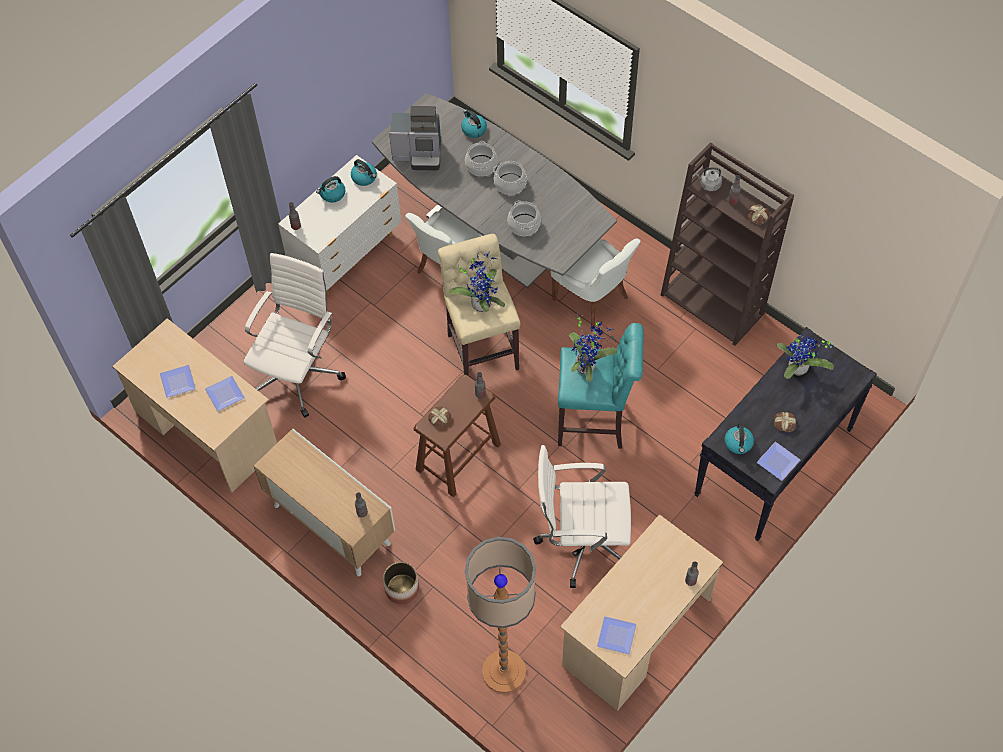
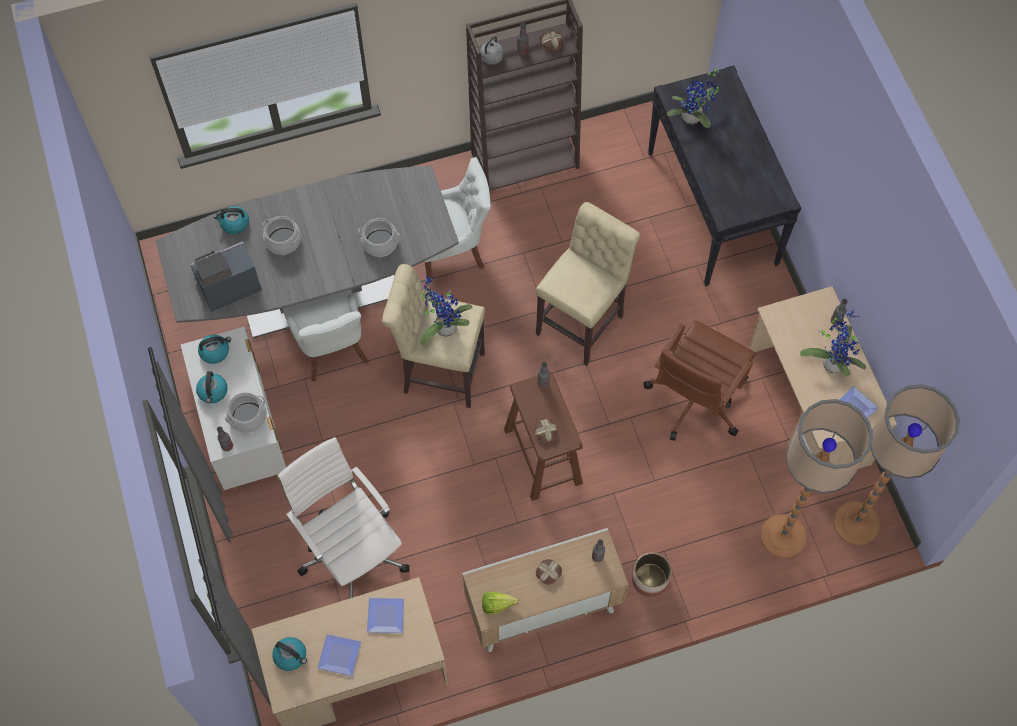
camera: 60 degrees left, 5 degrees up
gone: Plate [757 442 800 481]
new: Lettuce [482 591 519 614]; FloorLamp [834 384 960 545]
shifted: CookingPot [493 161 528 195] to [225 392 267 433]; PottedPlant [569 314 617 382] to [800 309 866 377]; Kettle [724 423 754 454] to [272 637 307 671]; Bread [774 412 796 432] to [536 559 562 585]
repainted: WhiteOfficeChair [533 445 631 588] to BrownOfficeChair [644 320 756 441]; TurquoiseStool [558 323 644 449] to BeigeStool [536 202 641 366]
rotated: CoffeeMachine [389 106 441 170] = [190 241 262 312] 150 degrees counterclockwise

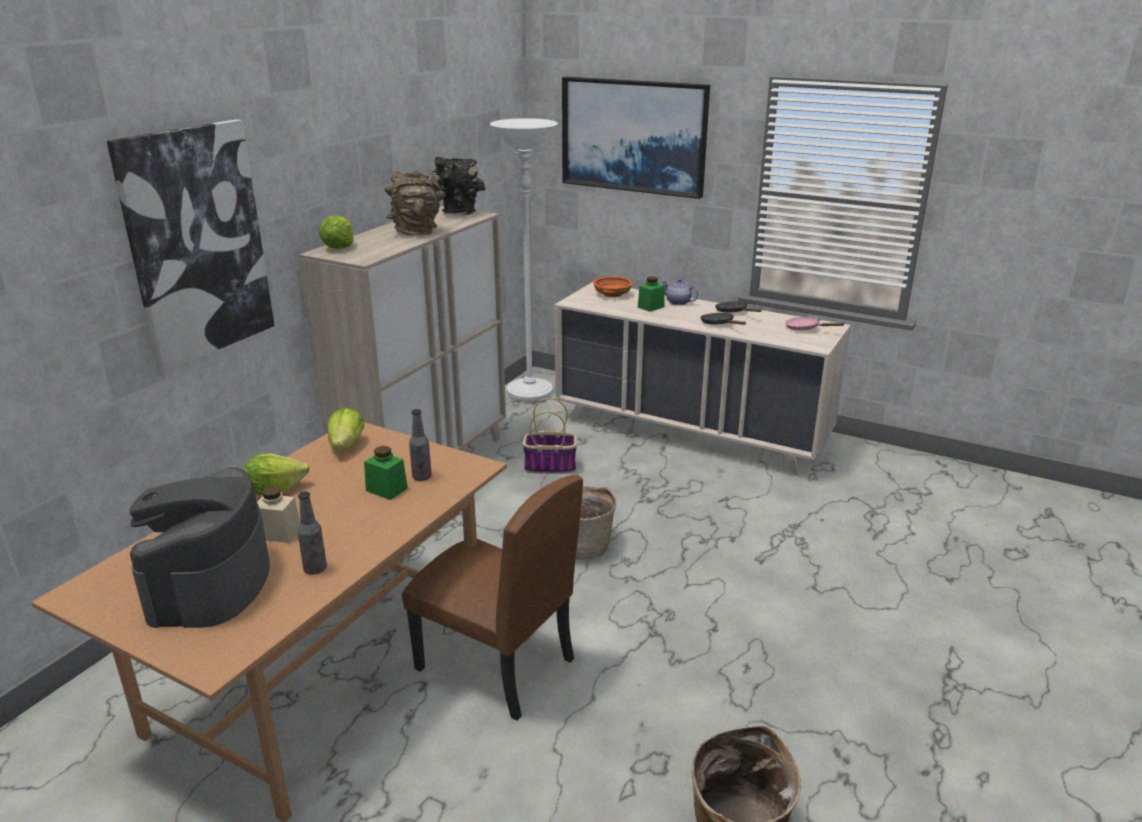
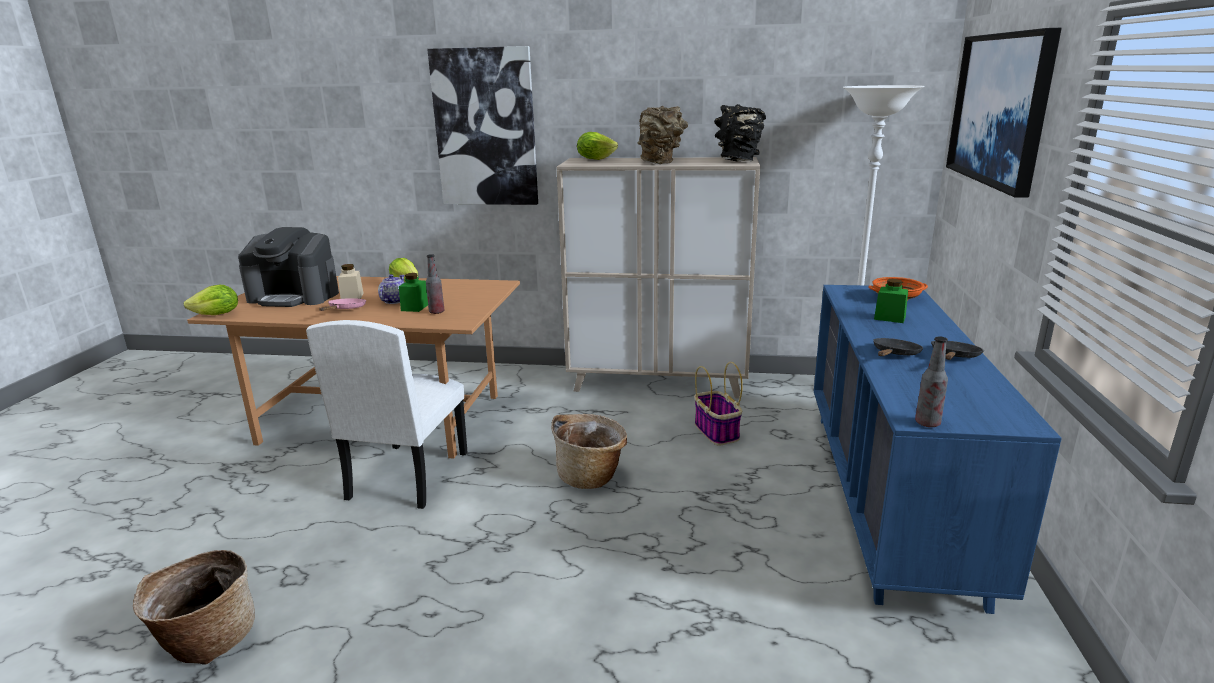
camera: 70 degrees right, 5 degrees down
shifted: Bottle [297 492 327 575] to [915 336 948 427]; Lettuce [328 408 364 451] to [184 285 238 315]; Teapot [661 279 699 305] to [378 274 405 304]; PinkFryingPan [785 317 845 331] to [319 298 366 311]
repainted: BrownChair [402 475 583 721] to WhiteChair [306 320 467 509]; BeigeDresser [555 282 851 476] to BlueDresser [814 285 1062 614]
rotated: CoffeeMachine [129 467 270 628] = [238 227 339 307] 150 degrees counterclockwise

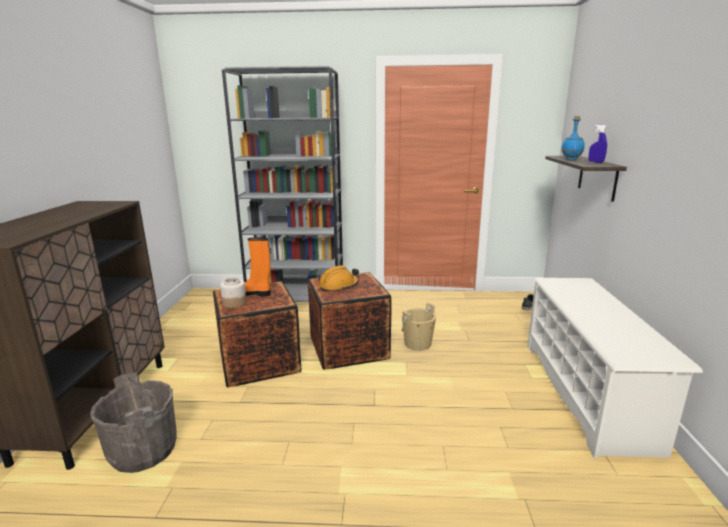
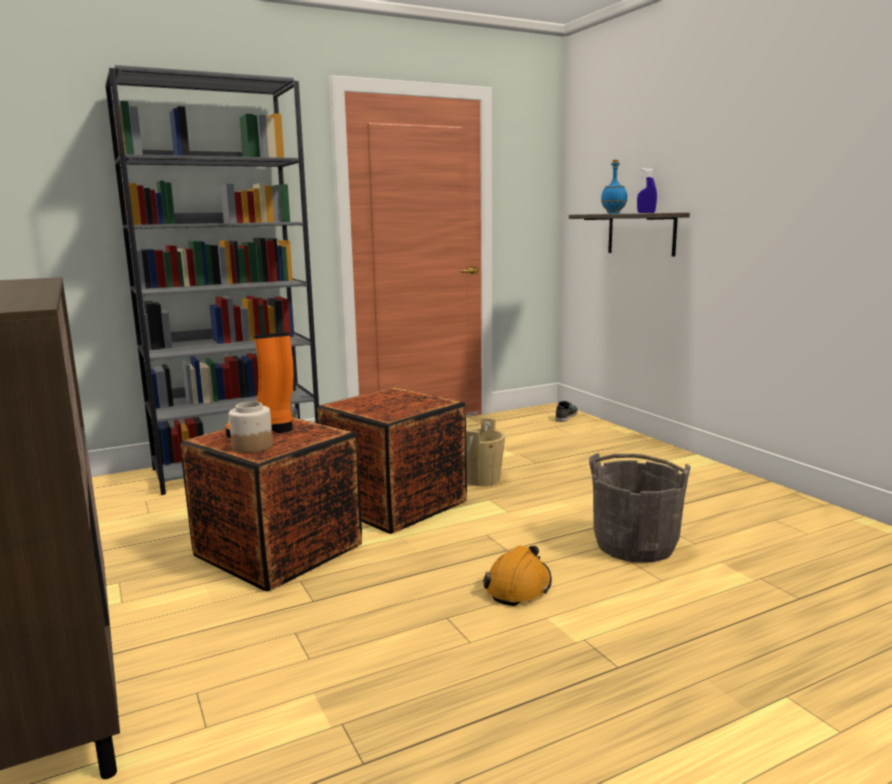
camera: 30 degrees left, 5 degrees down
gone: WhiteShoeRack [527 278 703 458]
shifted: GreyBucket [91 372 177 473] to [589 453 691 563]; OrangeHardHat [318 265 359 292] to [483 546 552 606]

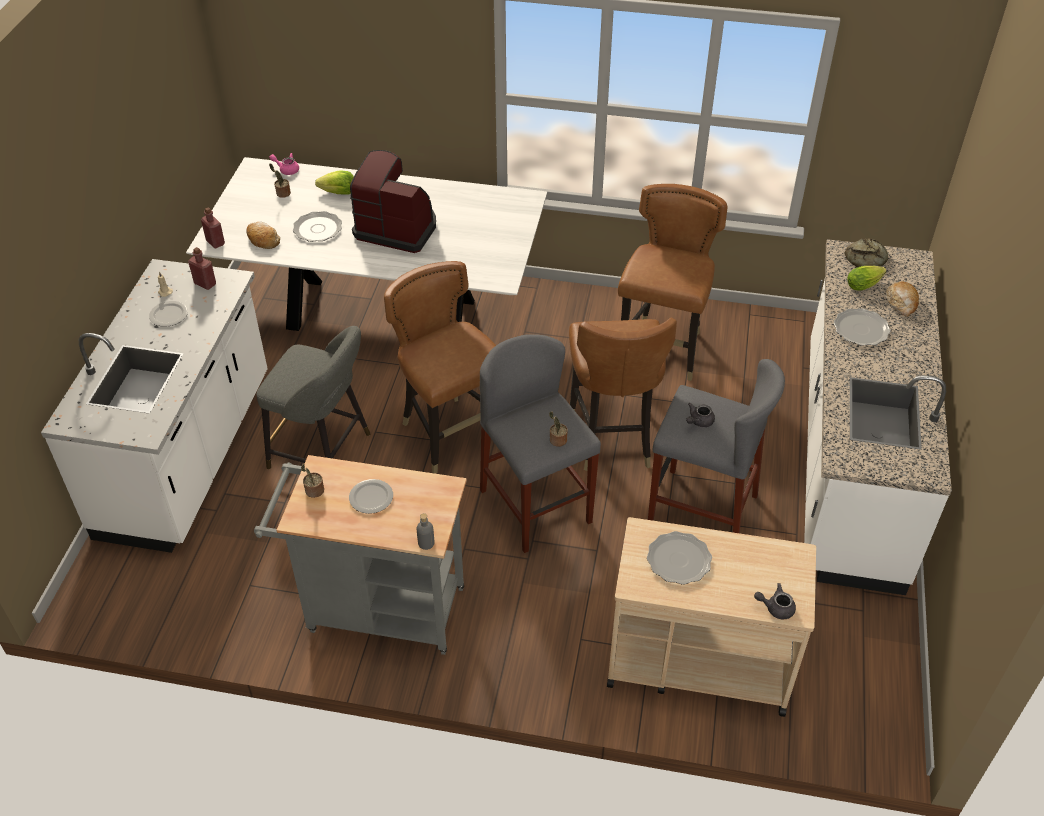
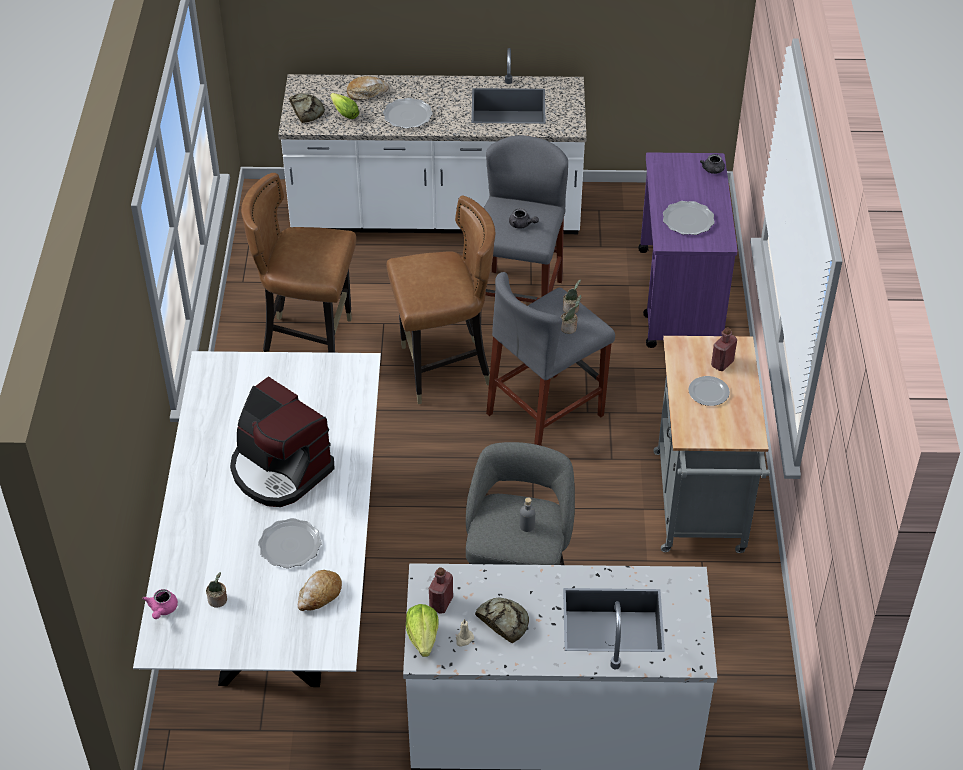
camera: 100 degrees left, 0 degrees up
gone: BrownChair [384 261 496 474]
shifted: RedBottle [201 207 225 248] to [711 327 737 371]; PottedPlant [301 464 324 498] to [561 295 581 334]; Lettuce [315 171 354 195] to [406 604 439 657]; GreyBottle [416 513 435 550] to [520 498 535 532]
swapped: Plate [149 301 188 327] to Bread [475 598 529 643]
repainted: BeigeCart [607 517 816 717] to PurpleCart [638 152 738 348]
rotated: CoffeeMachine [350 150 436 253] = [230 376 334 507] 60 degrees counterclockwise

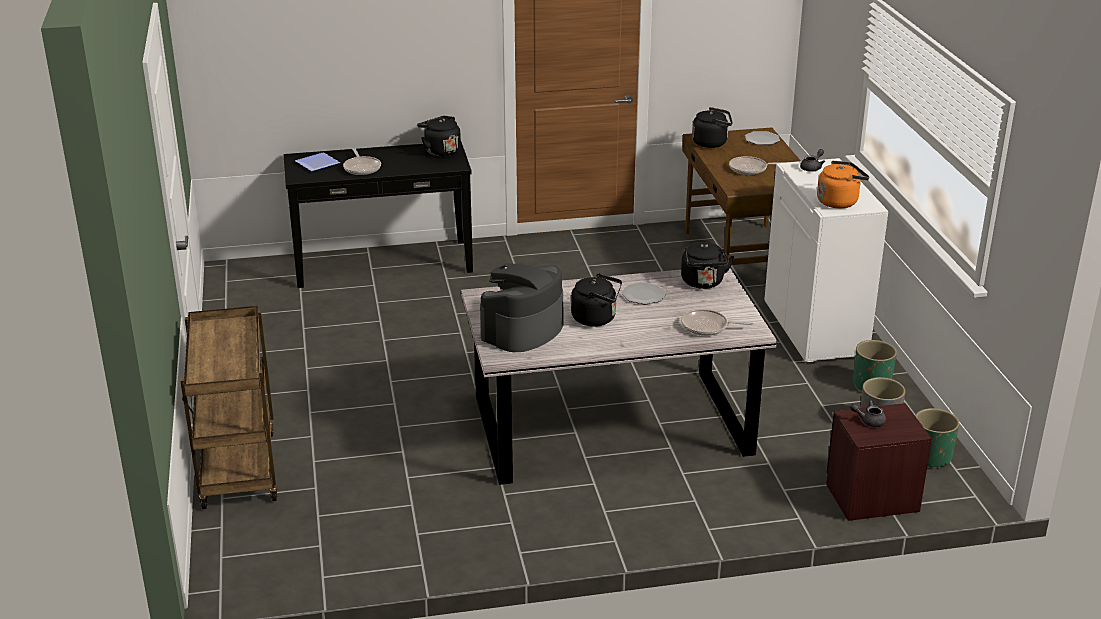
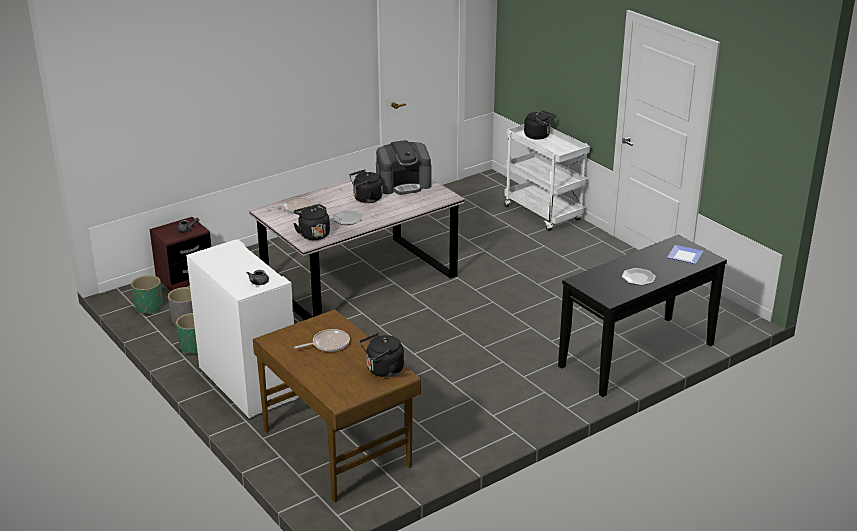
camera: 155 degrees right, 0 degrees up
gone: FryingPan [343 148 381 175]; OrangeKettle [817 160 869 208]
shifted: BlackKettle [417 116 461 157] to [524 110 555 140]; Plate [745 131 780 145] to [622 268 656 285]
repainted: BrownCart [180 306 278 509] to WhiteCart [504 124 590 231]
rotated: CoffeeMachine [480 263 564 352] = [376 140 431 195] 60 degrees clockwise

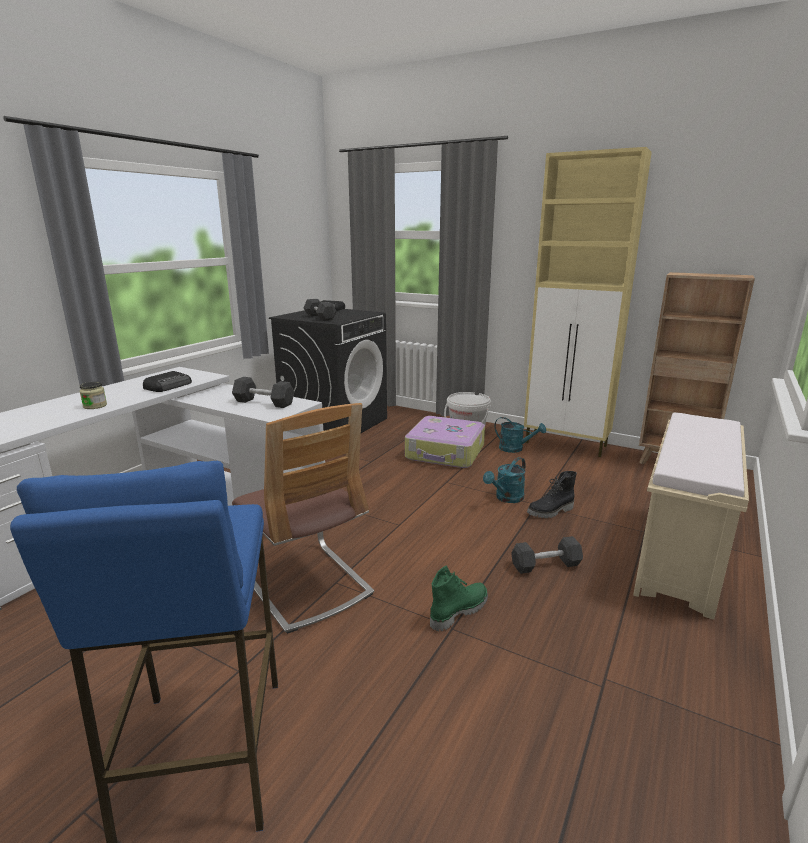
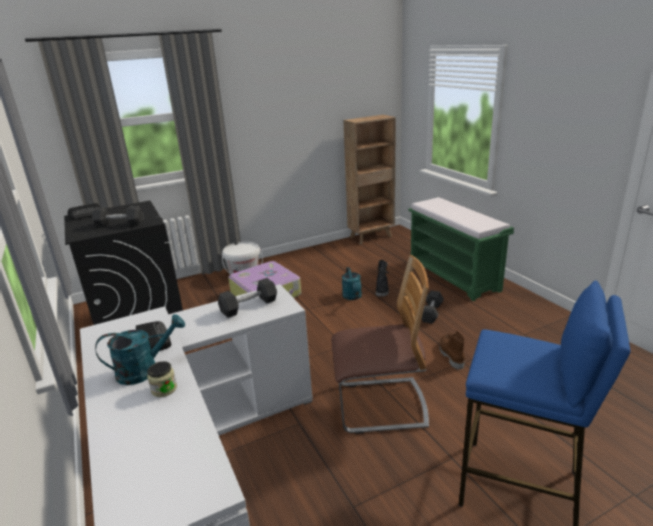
camera: 55 degrees left, 5 degrees up
gone: BeigeCabinet [524 147 652 457]
shifted: TurquoiseWateringCan [494 417 546 453] to [95 314 185 385]
repainted: GreenBoot [430 566 488 631] to BrownBoot [440 331 465 369]; BeigeBench [633 412 749 620] to GreenBench [408 197 514 301]

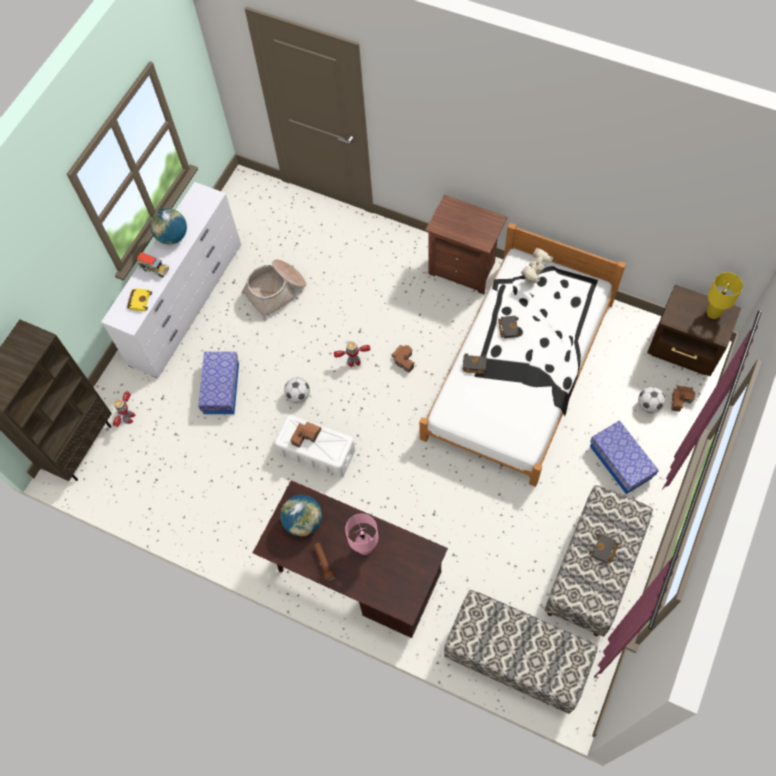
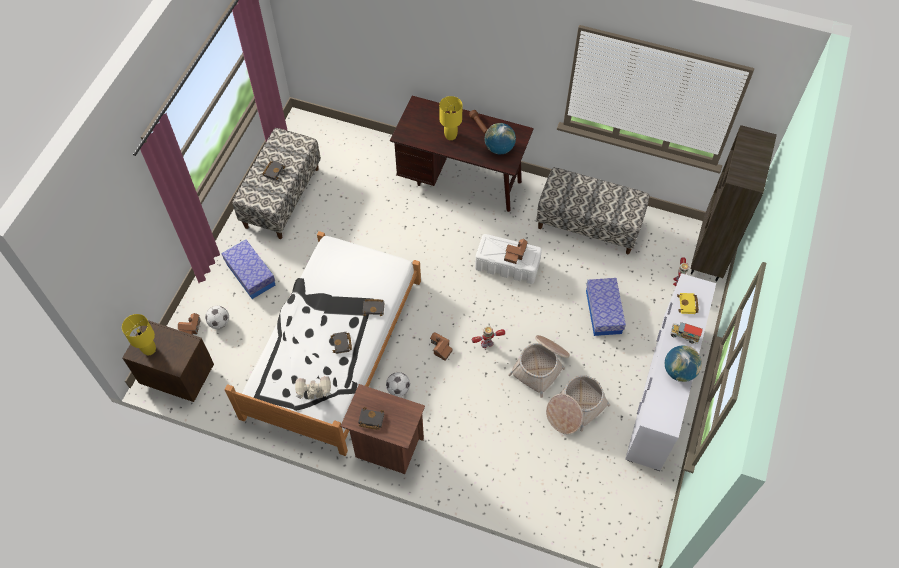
camera: 170 degrees right, 5 degrees down
new: BlackBook [358 407 384 430]; Basket [508 335 570 398]
shifted: Football [284 378 310 403] to [386 372 410 397]; Bench [444 590 598 714] to [536 167 649 254]
repainted: PinkTableLamp [345 514 378 555] to YellowTableLamp [439 96 462 140]
rotated: ToyRobot [521 248 553 284] = [295 376 331 399] 120 degrees counterclockwise

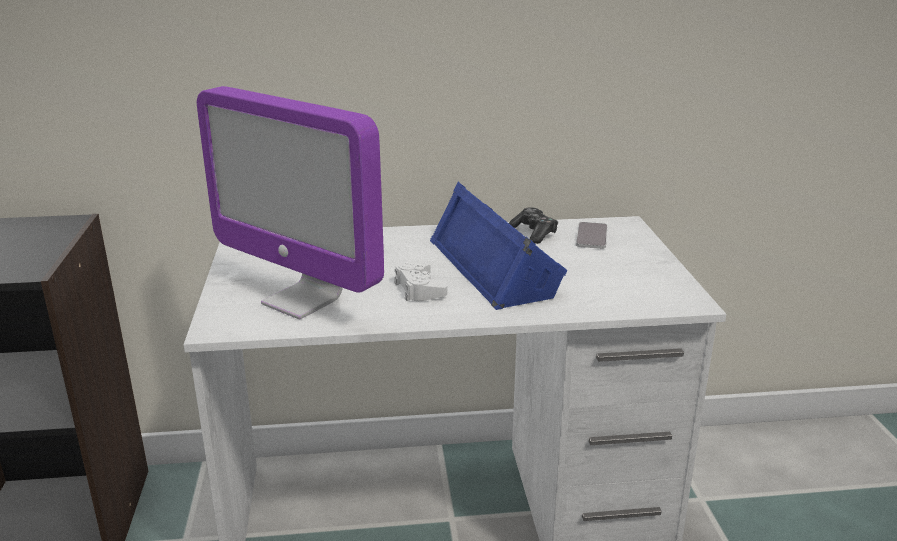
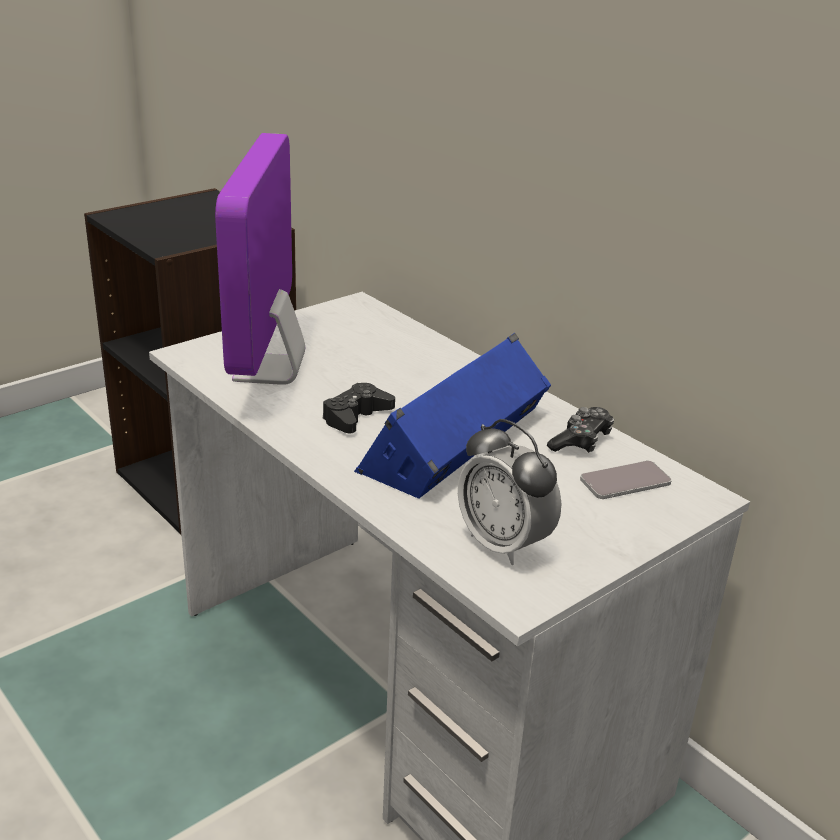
camera: 55 degrees right, 5 degrees up
new: AlarmClock [458 419 561 565]
repainted: WhiteGameController [394 261 447 301] to BlackGameController [322 383 395 433]

